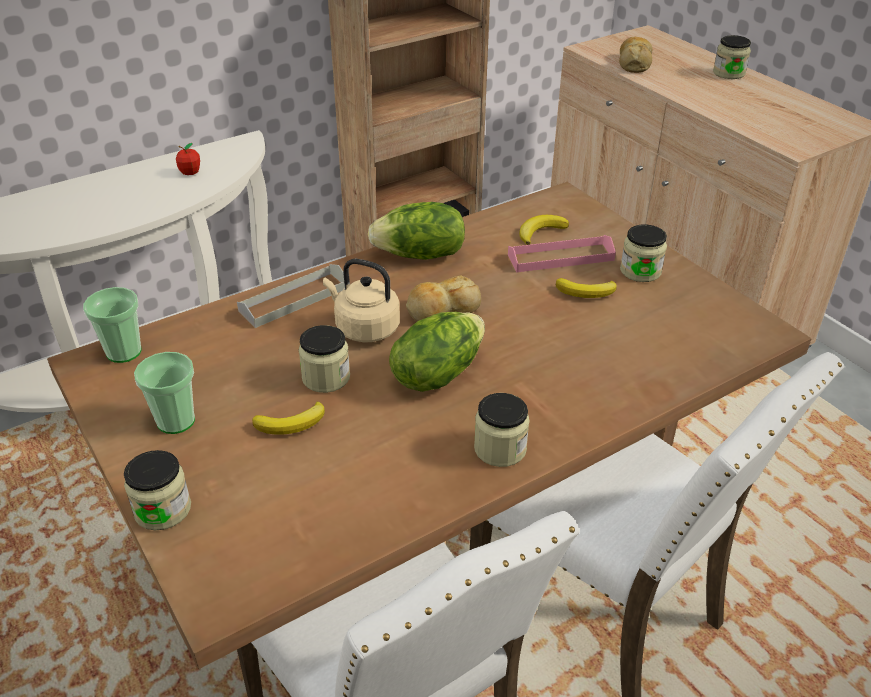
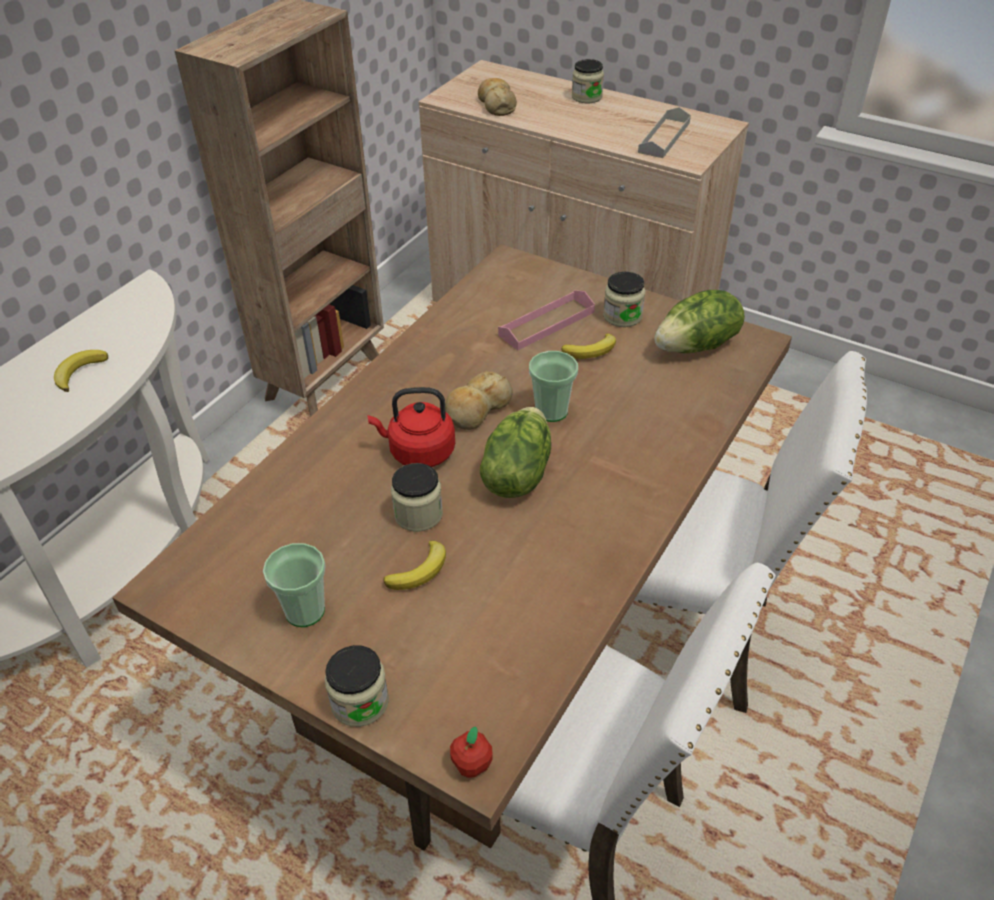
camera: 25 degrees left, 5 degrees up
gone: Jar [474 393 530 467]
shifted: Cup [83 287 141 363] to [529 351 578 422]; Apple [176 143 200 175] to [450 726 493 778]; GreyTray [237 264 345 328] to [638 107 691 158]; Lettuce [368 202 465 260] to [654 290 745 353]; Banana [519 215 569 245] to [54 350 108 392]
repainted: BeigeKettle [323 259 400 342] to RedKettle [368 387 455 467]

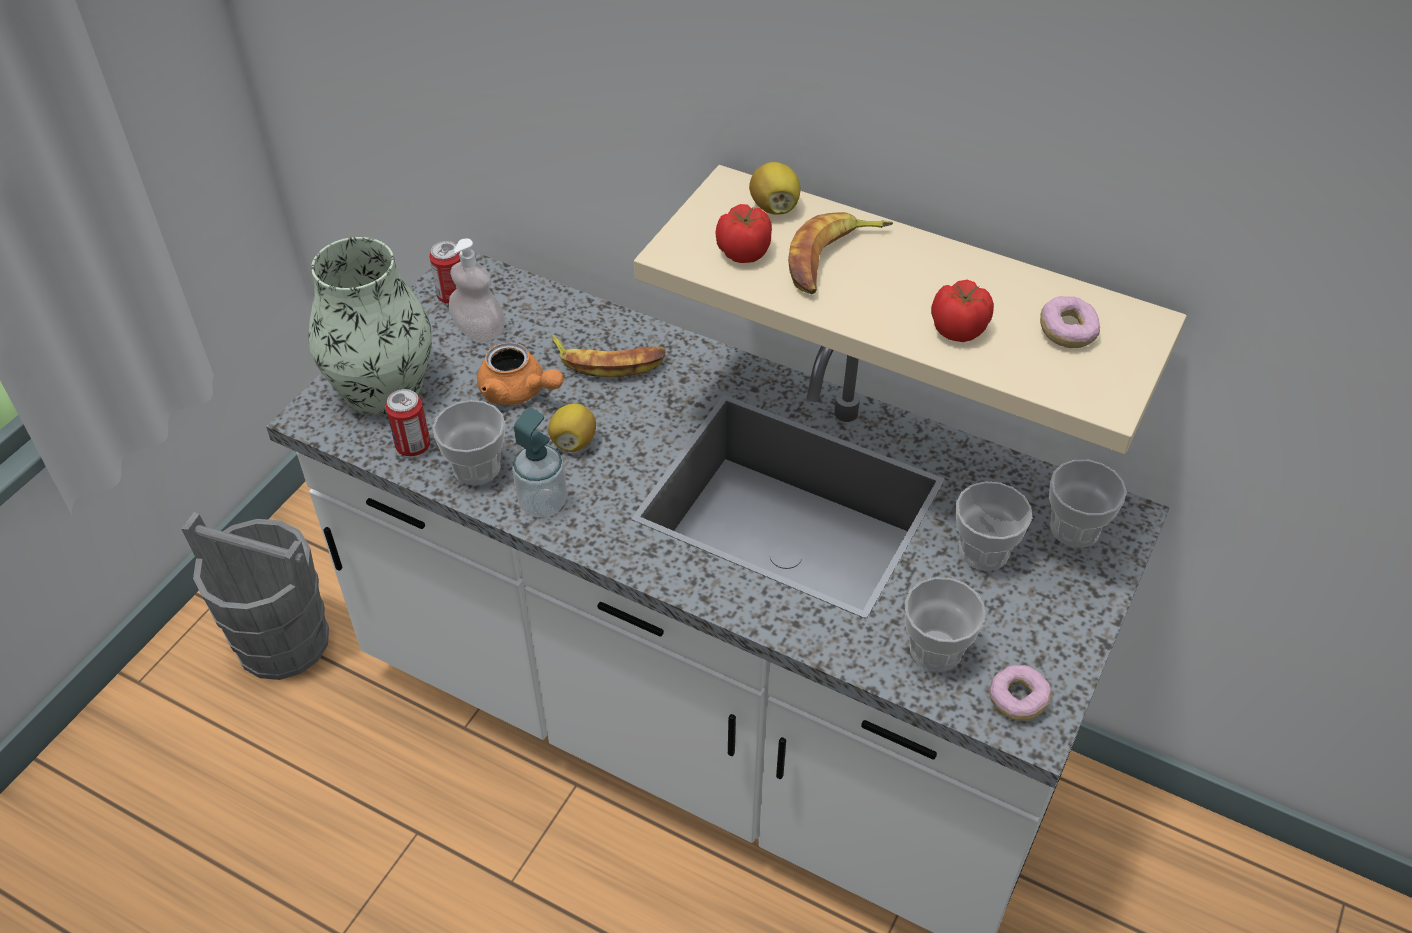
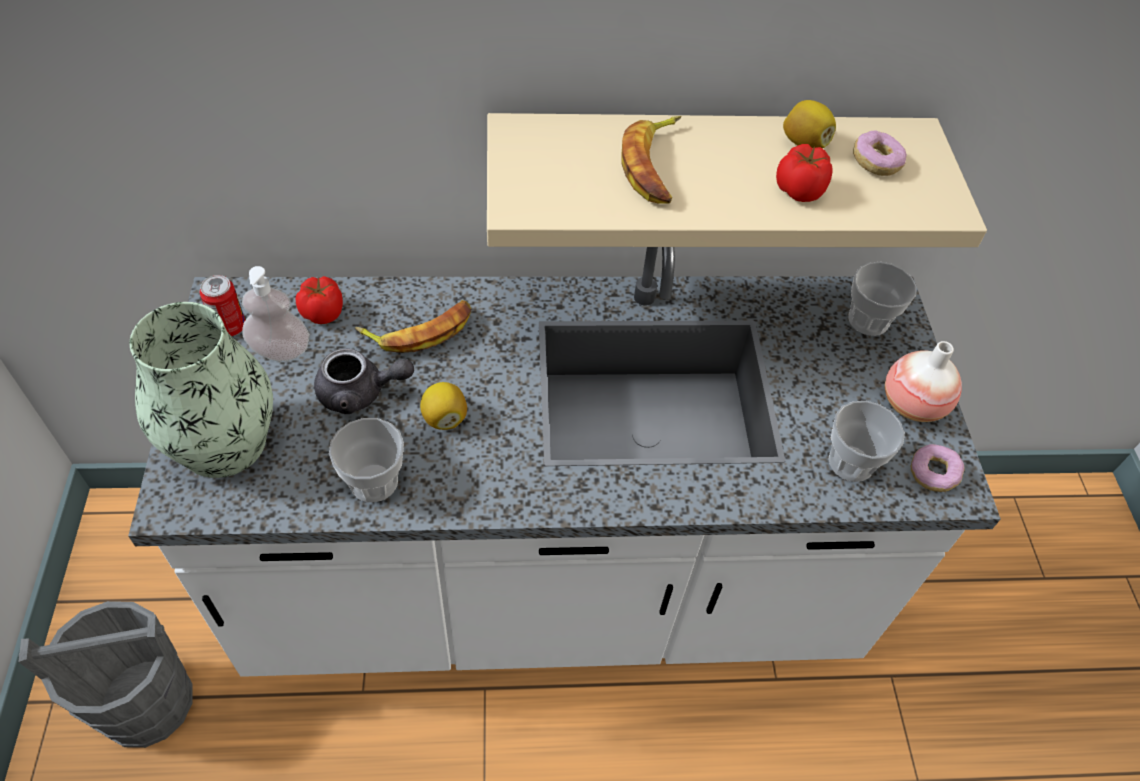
camera: 35 degrees left, 5 degrees up
gone: Can [386 389 430 456]; SoapDispenser [512 407 567 517]; Cup [956 482 1032 571]
new: Vase [885 341 962 422]
shifted: Tomato [715 204 772 263] to [295 276 343 324]; Lemon [749 162 800 215] to [783 100 836 148]
repainted: OrangeTeapot [477 342 564 405] to GreyTeapot [314 349 414 414]

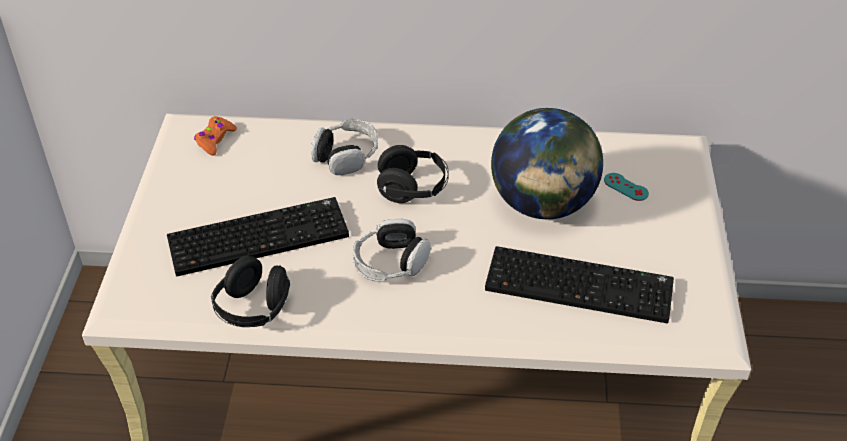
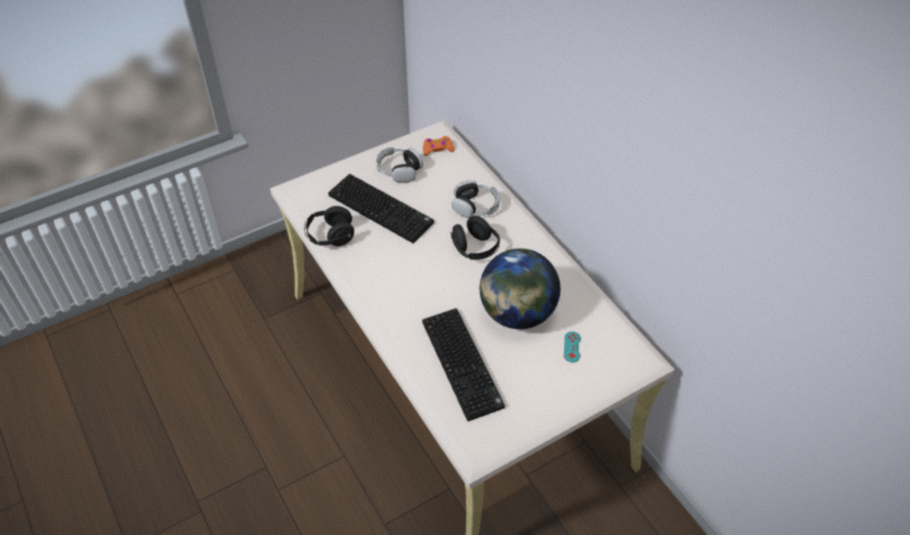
camera: 55 degrees right, 5 degrees up
shifted: Headphones [353 219 431 282] to [376 147 423 183]

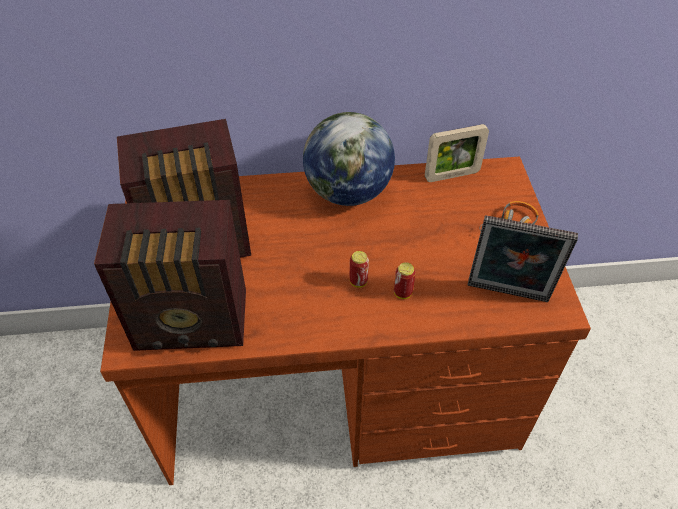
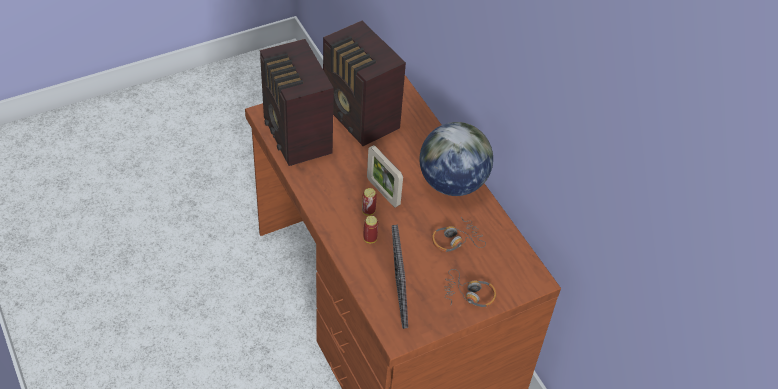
camera: 65 degrees right, 0 degrees up
new: Headphones [432 217 486 252]
shifted: PictureFrame [425 124 489 182] to [367 145 403 207]

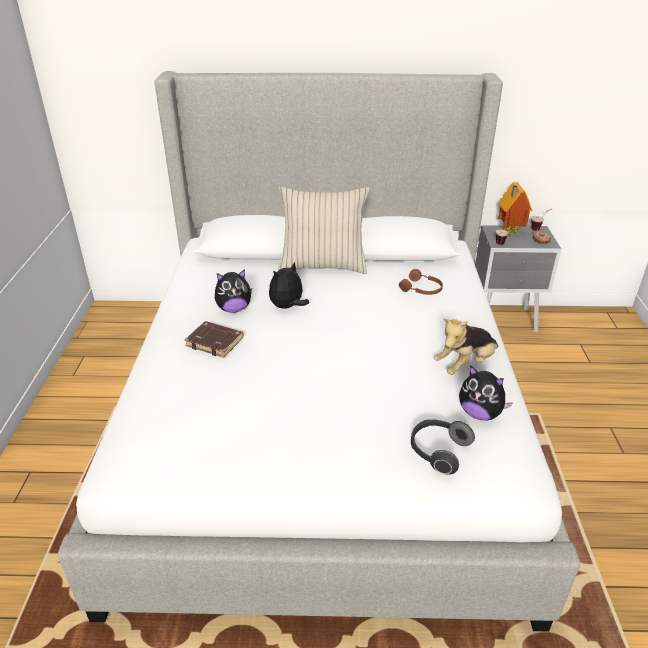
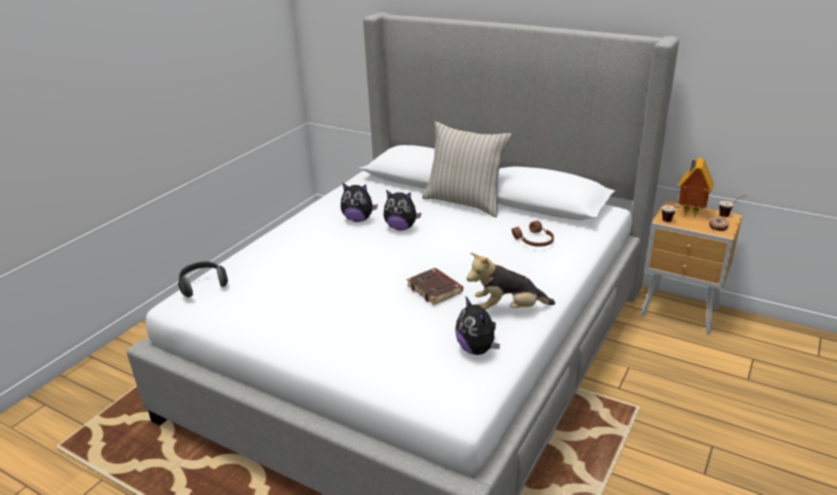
camera: 30 degrees right, 5 degrees down
shifted: BrownBook [184 321 244 358] to [407 268 463 305]; Headphones [411 419 475 475] to [178 261 228 298]
repainted: GreyNightstand [475 225 562 333] to BrownNightstand [640 200 743 334]
rotated: PlushToy [269 261 309 309] = [383 190 421 230] 150 degrees counterclockwise

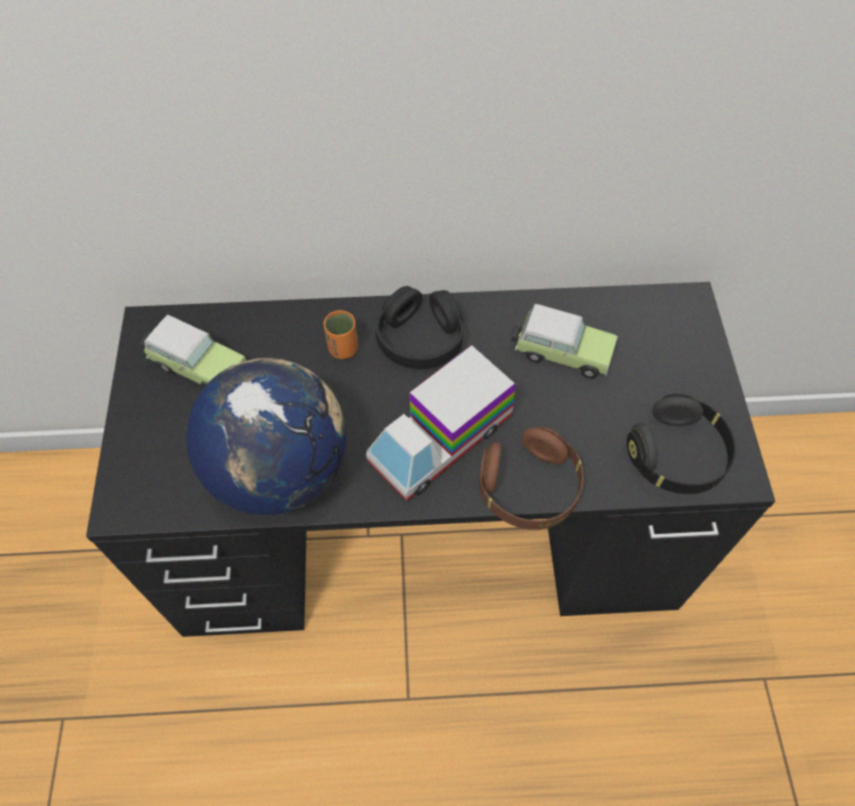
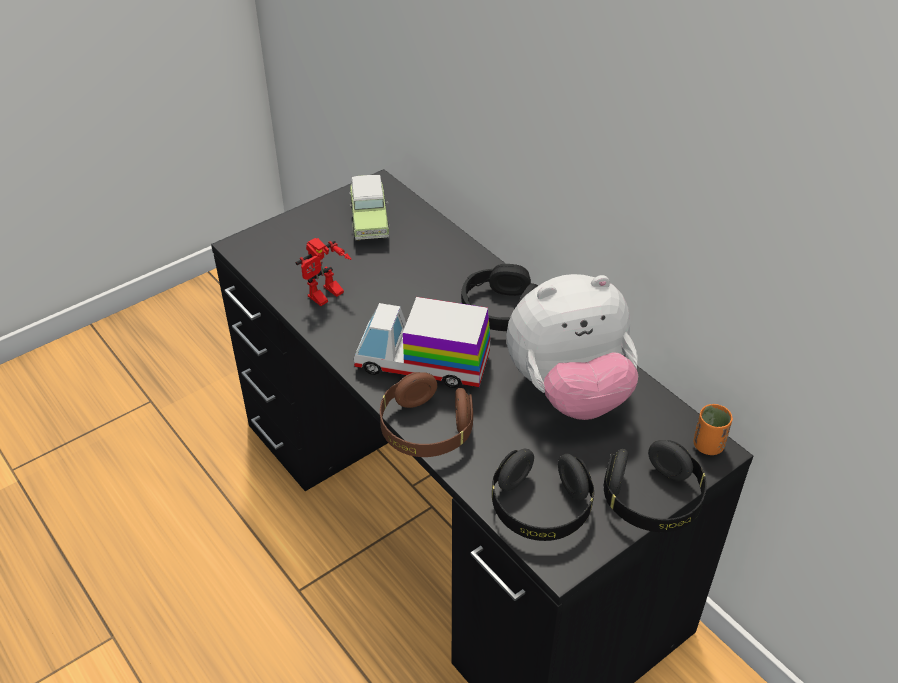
camera: 55 degrees right, 15 degrees down
new: BlackHeadphones [604 440 707 532]
shifted: OrangeCup [324 310 358 359] to [693 404 733 455]
swapped: Globe [186 358 346 516] to ToyRobot [296 238 351 306]; ToyCar [511 304 618 379] to PlushToy [506 274 638 420]

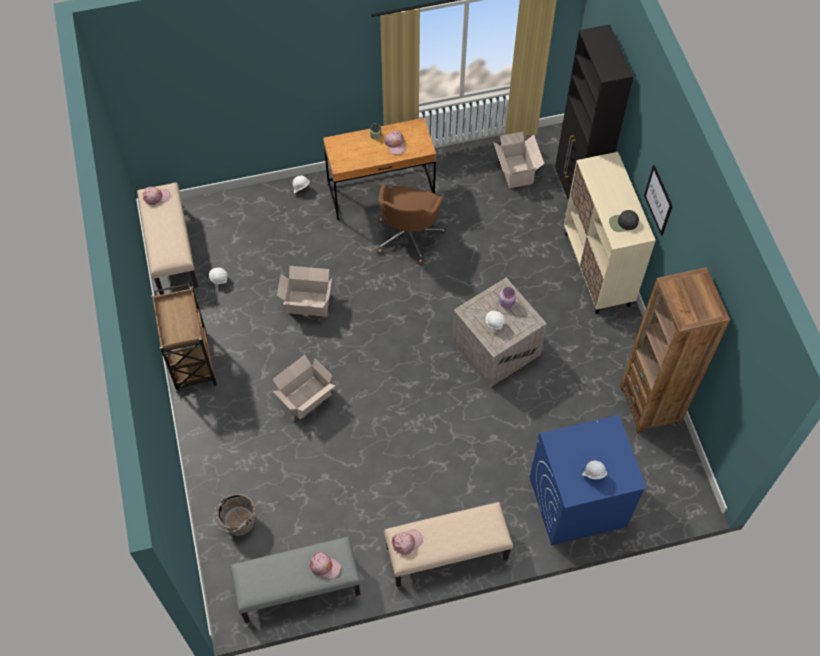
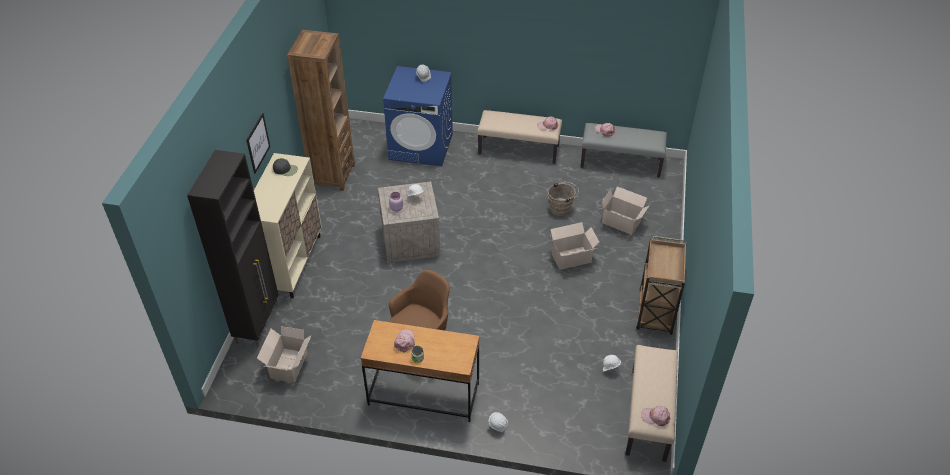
camera: 155 degrees left, 15 degrees down
shifted: BrownBucket [213 494 255 536] to [548 182 579 216]; CardboardBox [277 266 332 317] to [602 186 650 235]

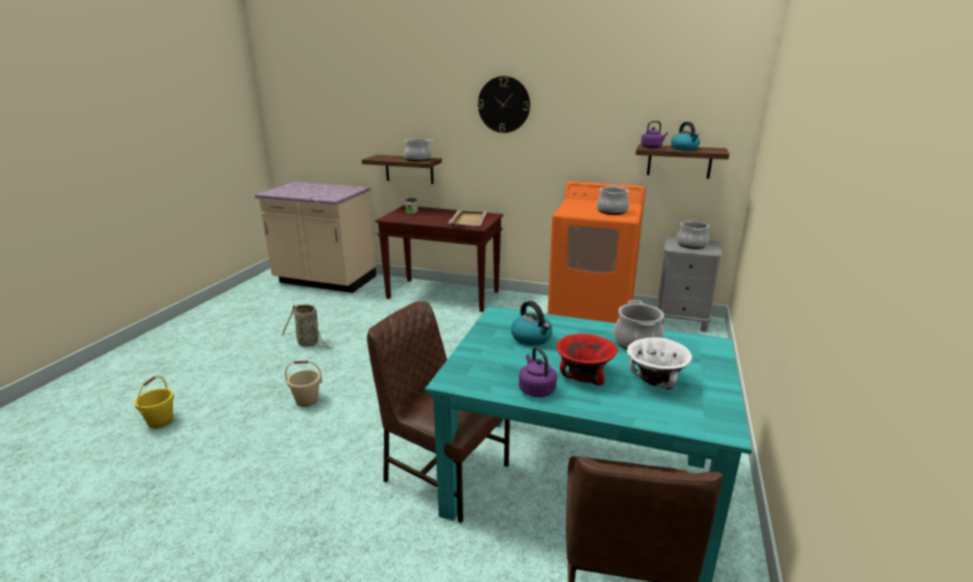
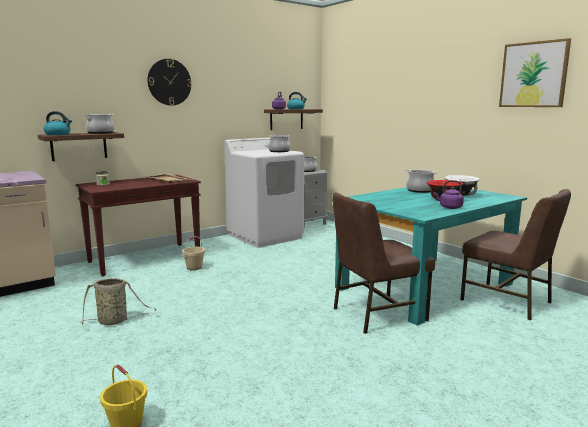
camera: 55 degrees left, 10 degrees down
new: Picture [499 38 571 107]
shifted: BeigeBucket [285 361 322 407] to [182 236 205 270]; Kettle [511 301 552 346] to [44 111 72 135]
repainted: OrangeWashingMachine [548 181 646 323] to WhiteWashingMachine [224 138 304 248]

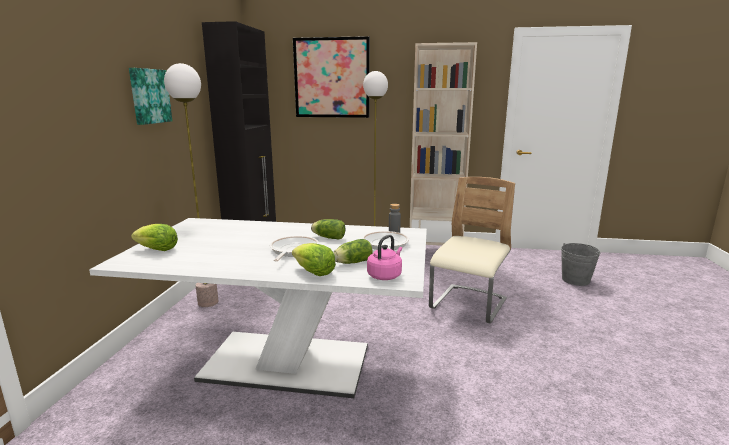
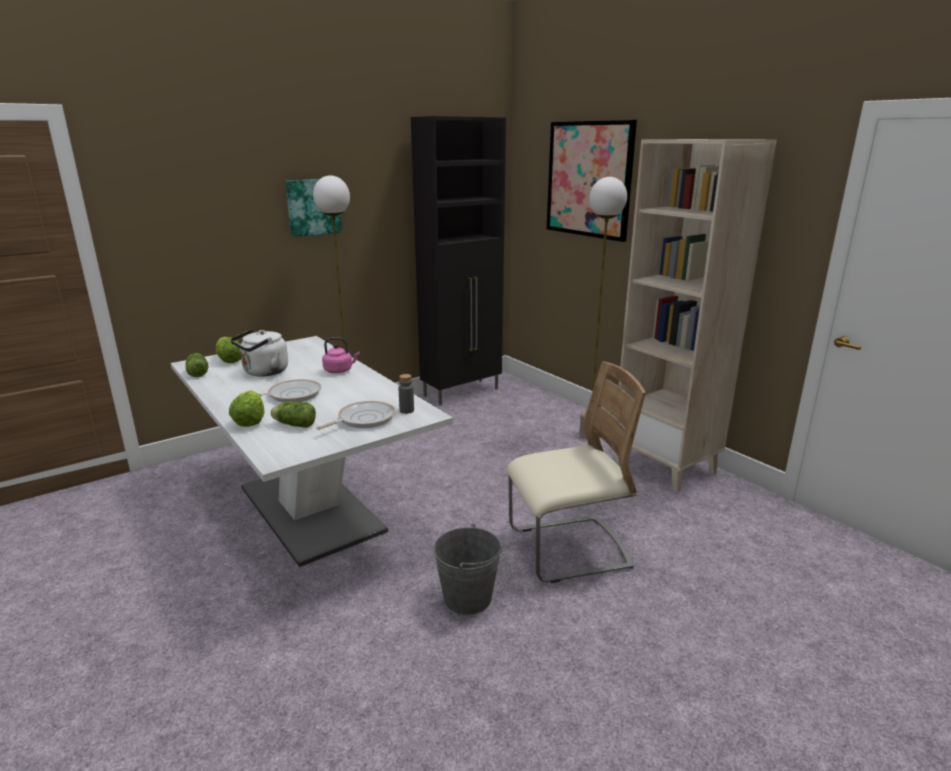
camera: 45 degrees right, 5 degrees up
new: WhiteKettle [230 329 288 377]
shifted: Lettuce [311 219 345 240] to [185 353 209 377]; PinkKettle [367 235 402 280] to [322 337 360 373]; GreyBucket [561 243 600 286] to [433 524 503 615]

